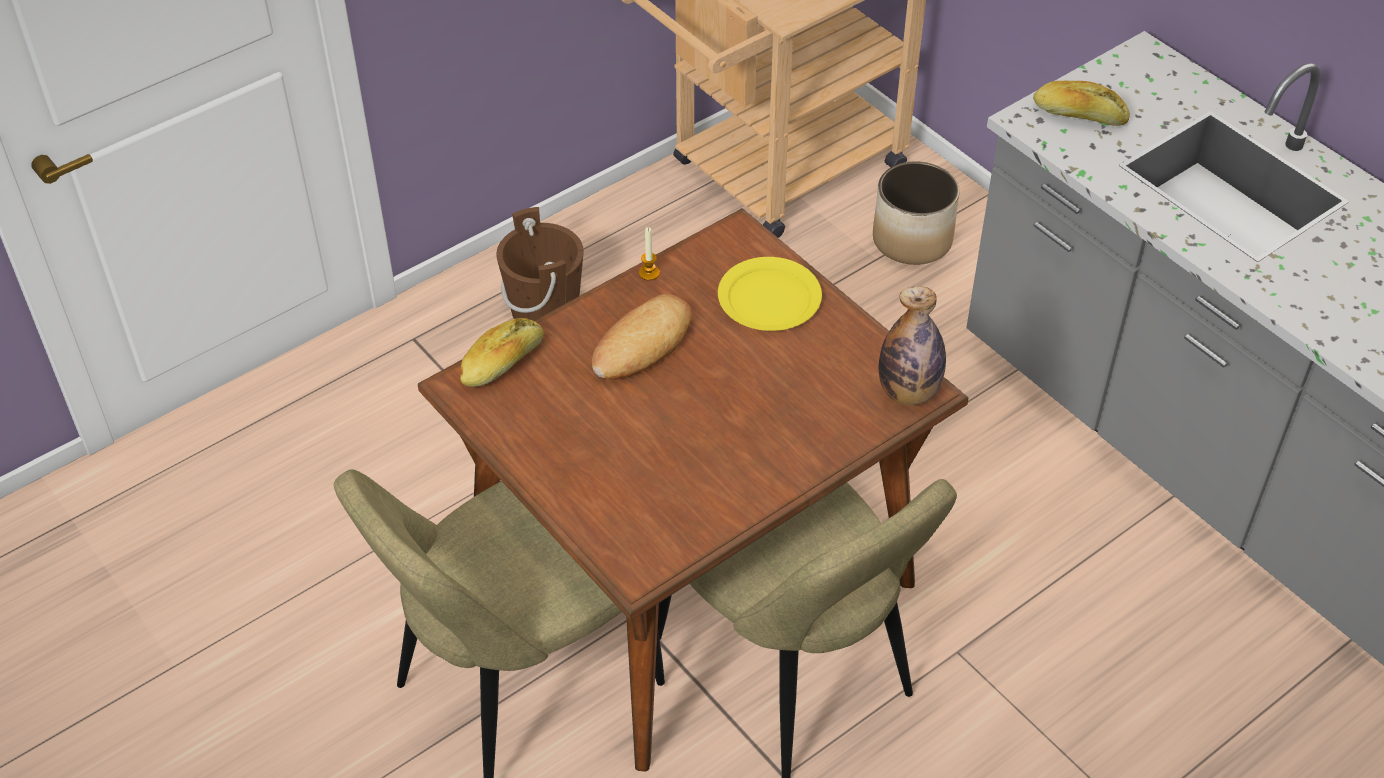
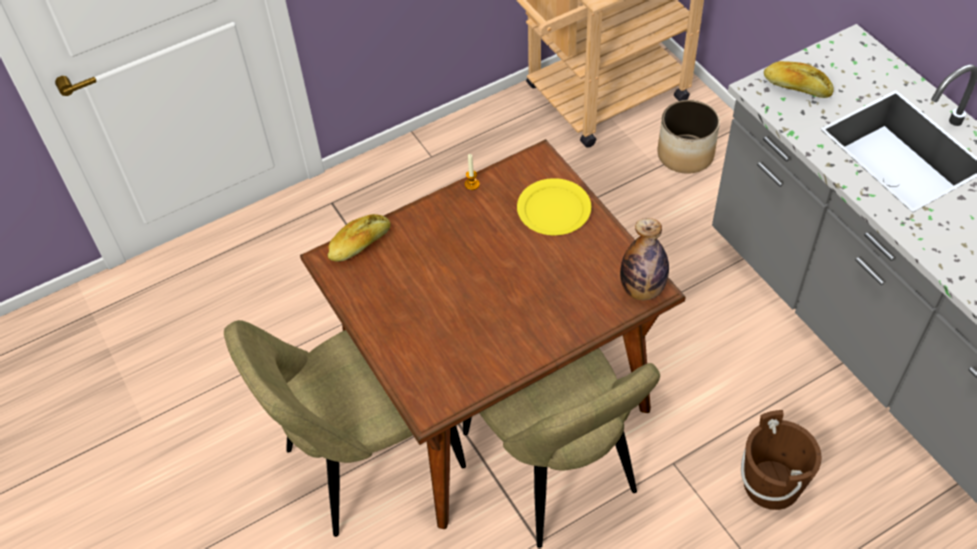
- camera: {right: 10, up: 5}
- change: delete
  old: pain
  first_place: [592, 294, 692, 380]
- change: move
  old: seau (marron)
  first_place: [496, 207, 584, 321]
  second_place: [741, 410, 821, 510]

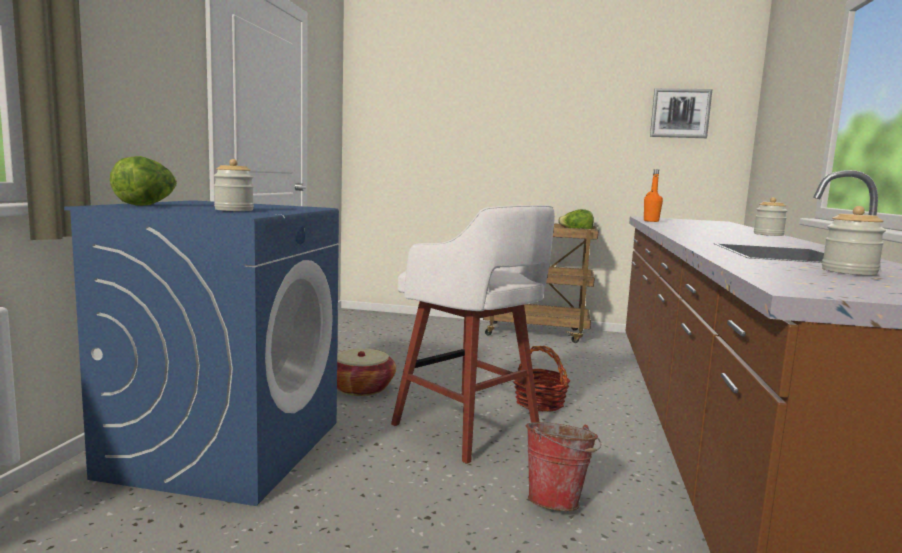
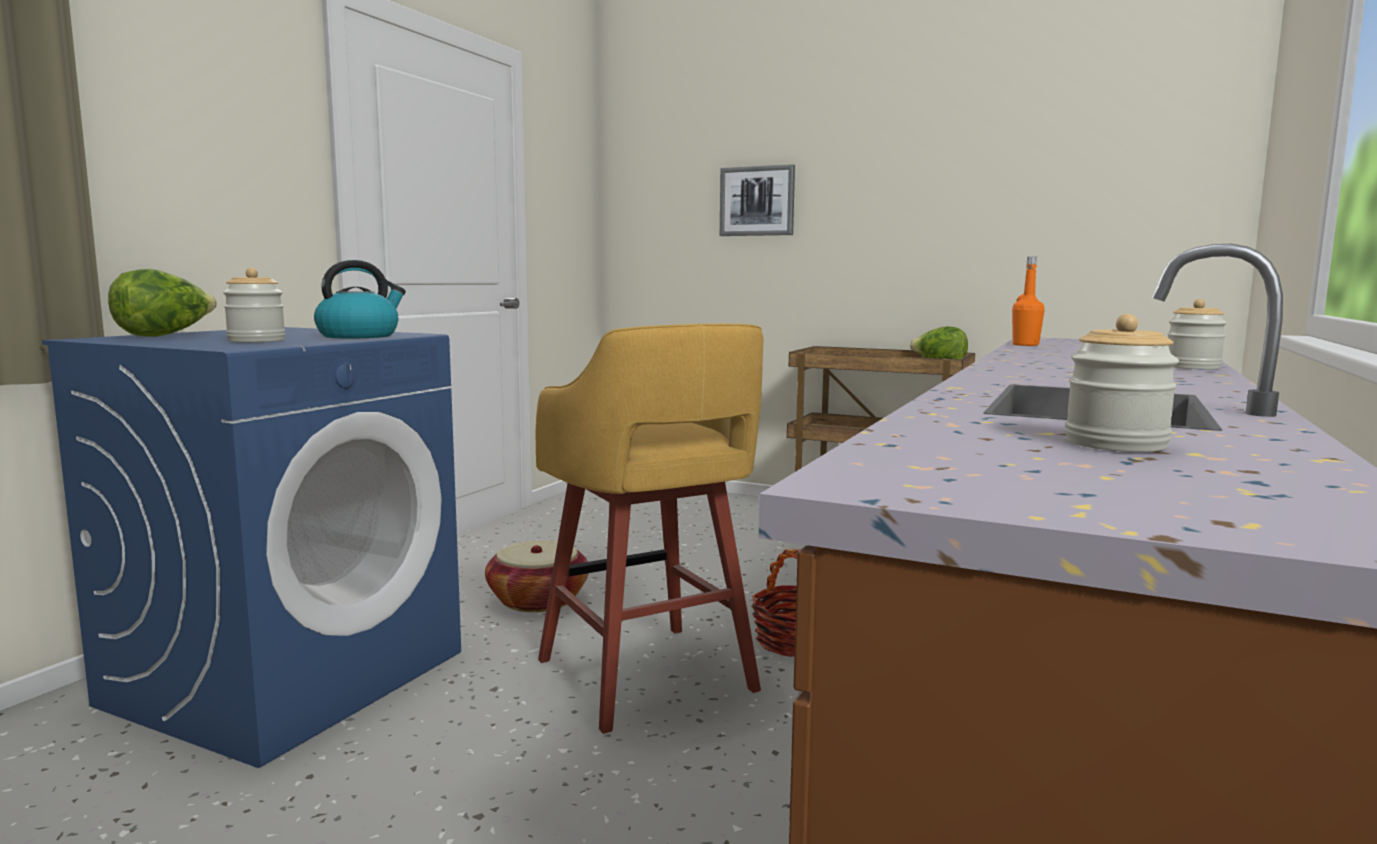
- camera: {right: 15, up: 0}
- change: delete
  old: seau
  first_place: [526, 422, 602, 511]
- change: insert
  new: bouilloire
  second_place: [314, 260, 406, 338]
- change: move
  old: tableau
  first_place: [650, 88, 712, 138]
  second_place: [720, 164, 795, 236]
- change: recolor
  old: tabouret (blanc)
  new: tabouret (jaune)
  first_place: [391, 205, 555, 464]
  second_place: [536, 324, 763, 734]

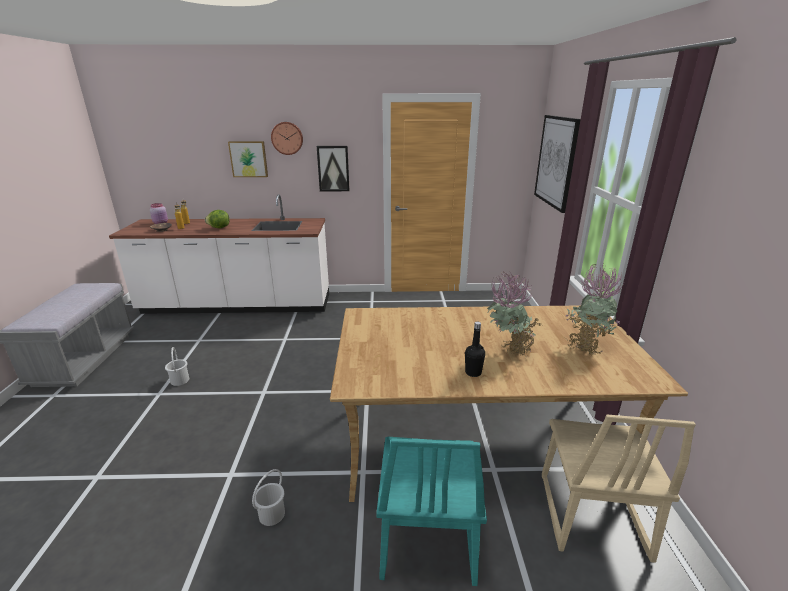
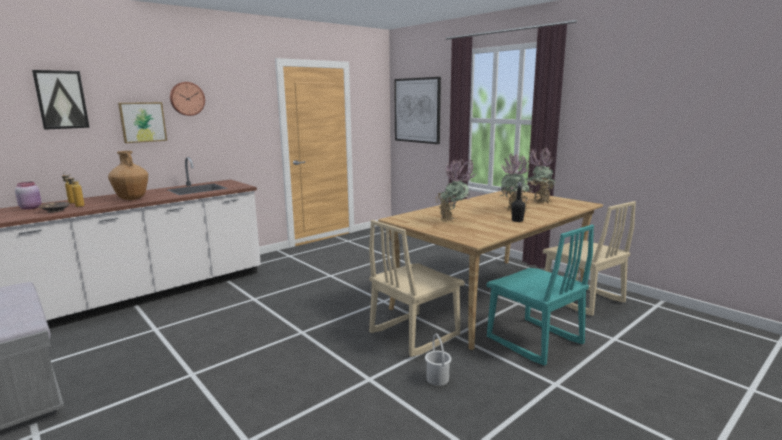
- camera: {right: -40, up: -10}
- change: delete
  old: seau (blanc)
  first_place: [165, 347, 189, 386]
- change: insert
  new: chaise (beige)
  second_place: [369, 220, 465, 357]
- change: insert
  new: plante en pot
  second_place: [436, 159, 476, 222]
- change: move
  old: tableau
  first_place: [317, 146, 350, 191]
  second_place: [32, 70, 90, 130]
- change: replace
  old: laitue
  new: vase (marron)
  first_place: [205, 210, 230, 228]
  second_place: [108, 151, 148, 200]

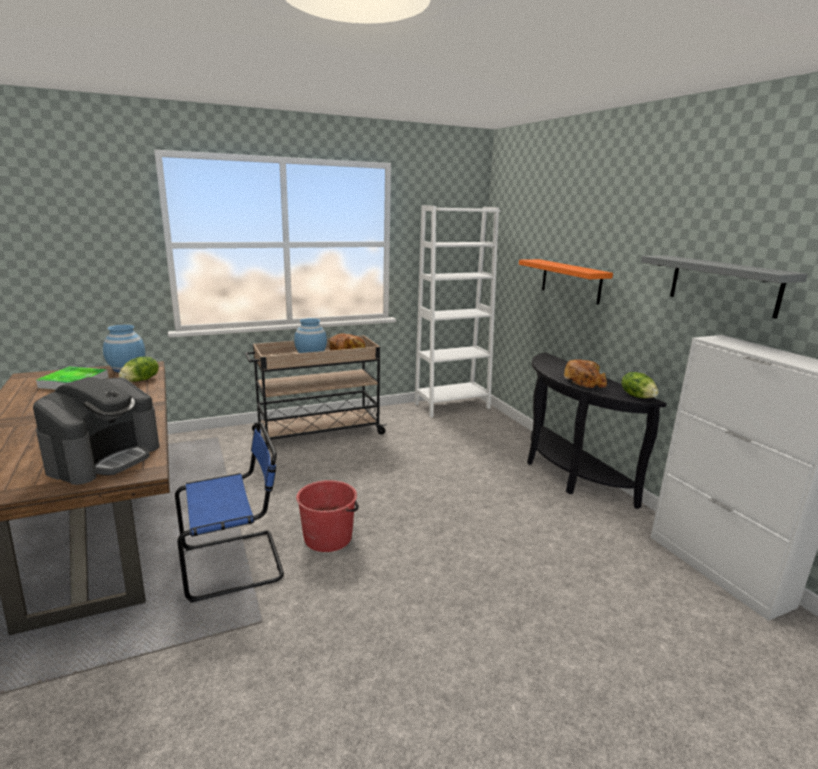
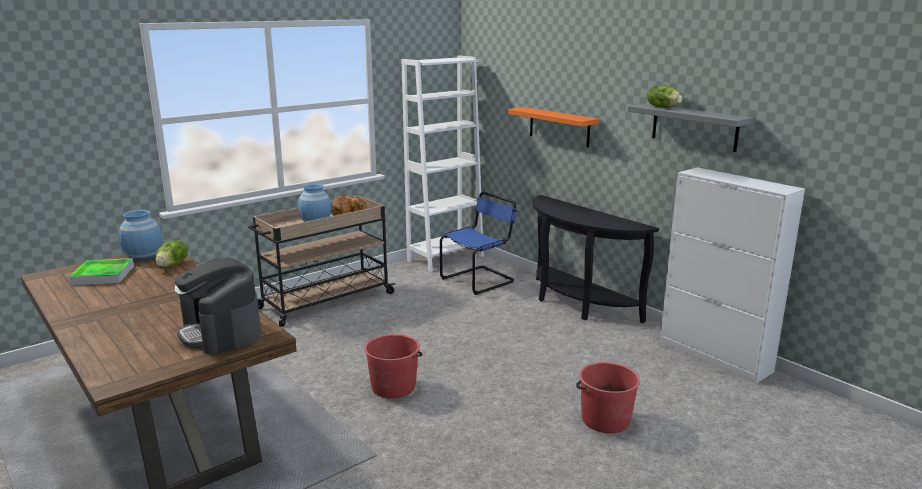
- camera: {right: -15, up: 0}
- change: delete
  old: pain
  first_place: [564, 359, 607, 388]
- change: insert
  new: seau (rouge)
  second_place: [576, 362, 640, 433]
- change: move
  old: chaise (bleu)
  first_place: [175, 422, 284, 603]
  second_place: [440, 192, 517, 295]
- change: move
  old: laitue
  first_place: [621, 372, 659, 398]
  second_place: [647, 85, 682, 108]
- change: rotate
  old: machine à café
  first_place: [33, 377, 160, 485]
  second_place: [175, 258, 261, 355]
  degrees: 135

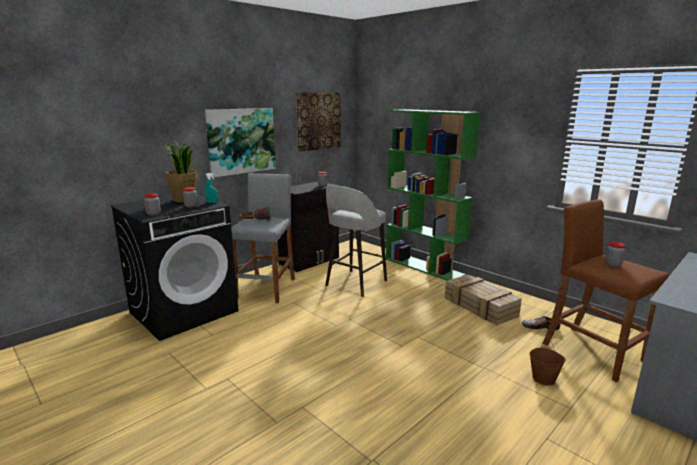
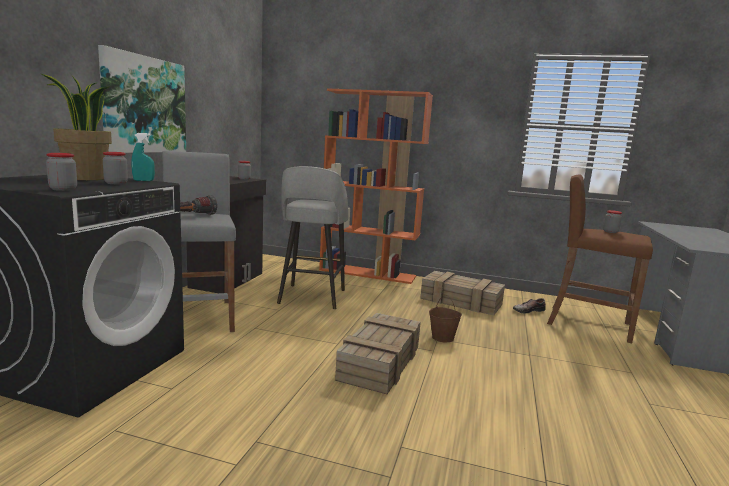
- camera: {right: -30, up: -5}
- change: delete
  old: tableau
  first_place: [296, 92, 341, 152]
- change: insert
  new: caisse
  second_place: [335, 313, 421, 394]
- change: move
  old: seau (marron)
  first_place: [530, 339, 566, 386]
  second_place: [429, 295, 462, 342]
- change: recolor
  old: bibliothèque (vert)
  new: bibliothèque (orange)
  first_place: [386, 109, 480, 281]
  second_place: [319, 88, 433, 284]

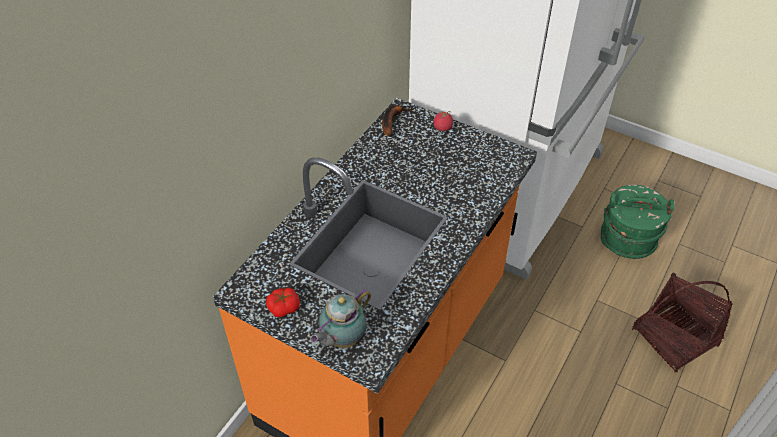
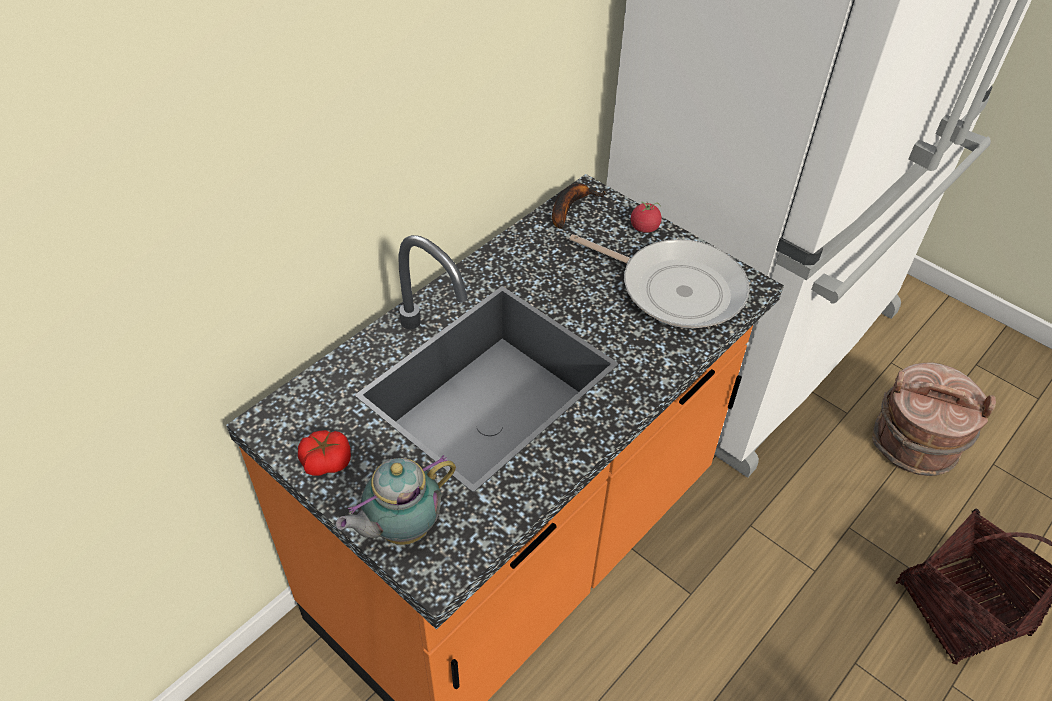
- camera: {right: 10, up: 0}
- change: insert
  new: poêle
  second_place: [569, 234, 750, 328]
- change: recolor
  old: seau (vert)
  new: seau (marron)
  first_place: [601, 184, 674, 259]
  second_place: [872, 362, 996, 476]

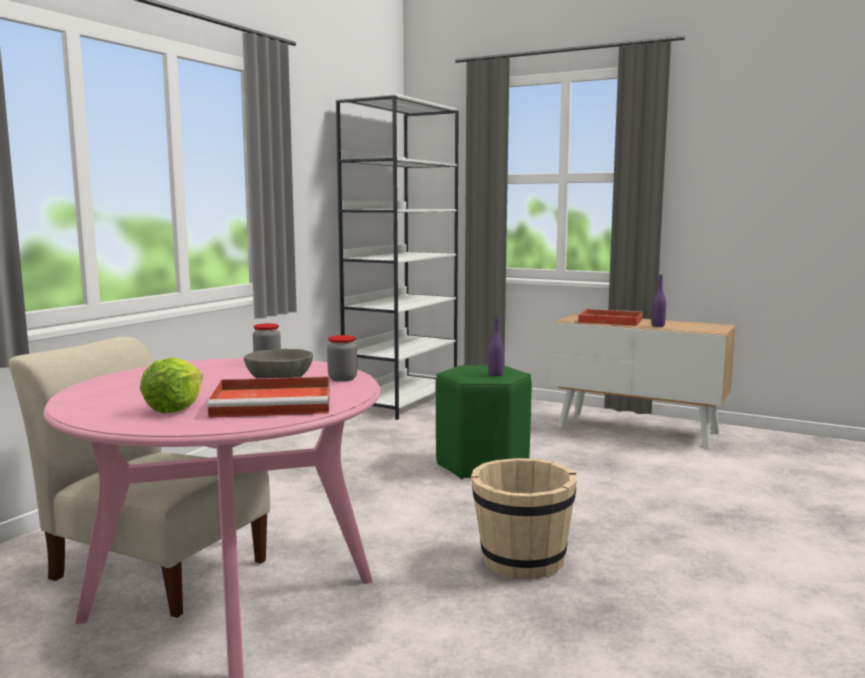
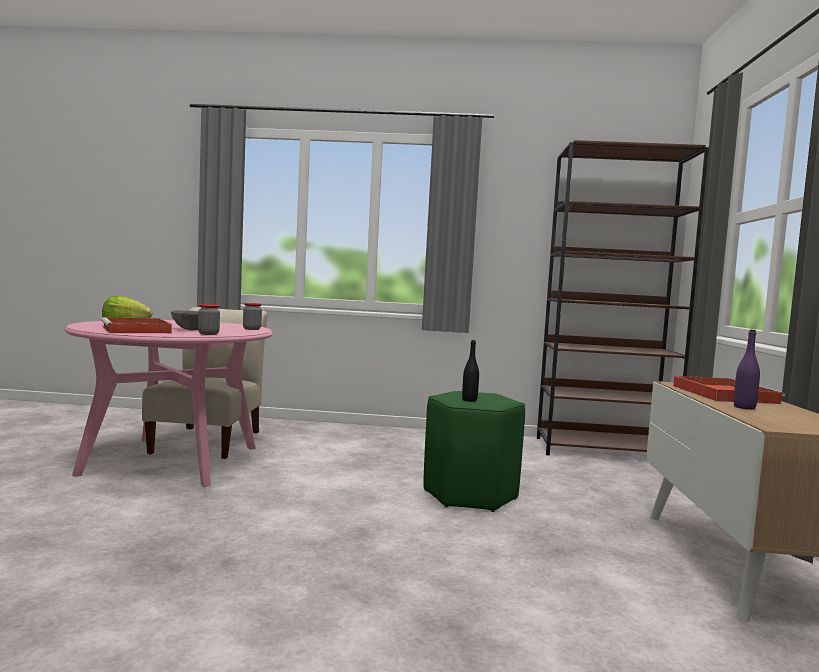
- camera: {right: 65, up: -5}
- change: delete
  old: seau (beige)
  first_place: [471, 458, 577, 579]
- change: recolor
  old: bibliothèque (blanc)
  new: bibliothèque (marron)
  first_place: [336, 94, 459, 420]
  second_place: [537, 140, 709, 455]
- change: recolor
  old: bouteille (violet)
  new: bouteille (noir)
  first_place: [488, 316, 504, 376]
  second_place: [462, 340, 479, 402]

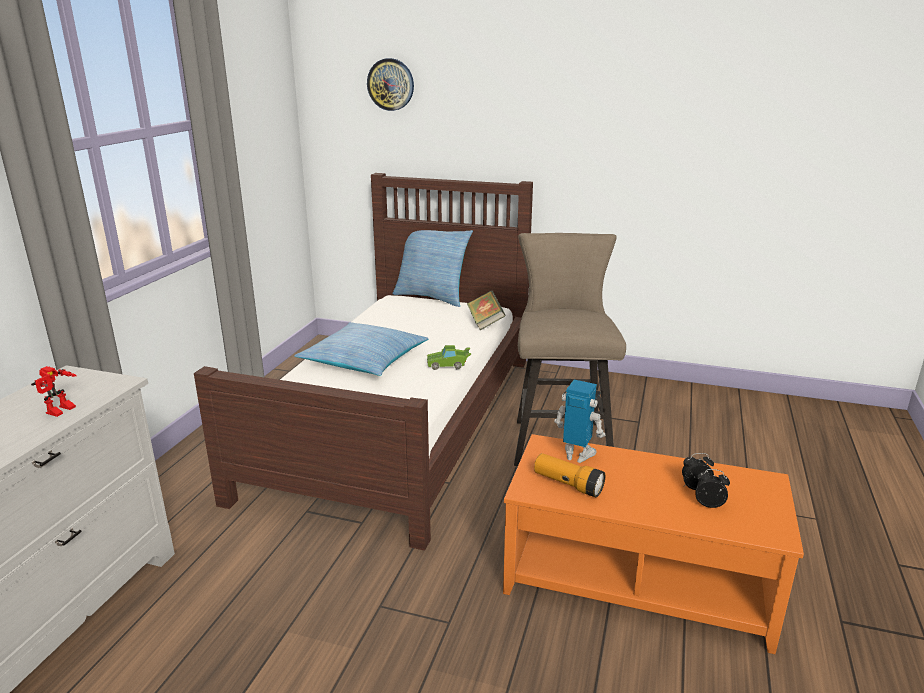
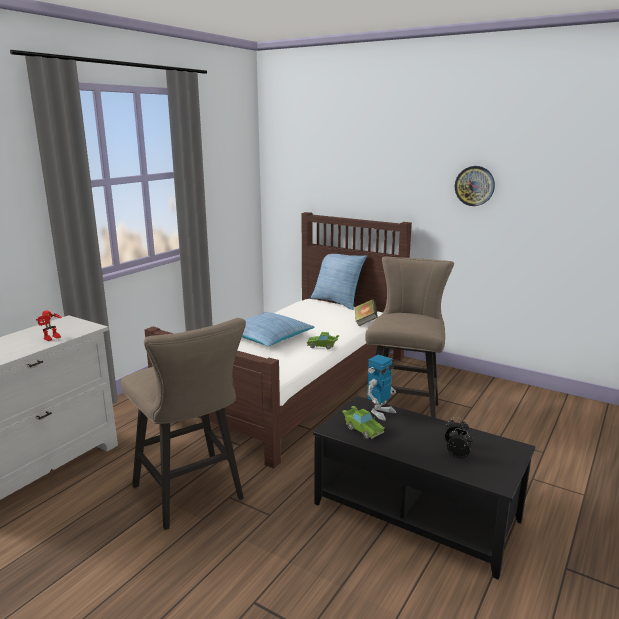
- camera: {right: 15, up: -5}
- change: insert
  new: tabouret (beige)
  second_place: [121, 318, 246, 530]
- change: move
  old: horloge murale
  first_place: [367, 58, 414, 111]
  second_place: [455, 166, 495, 206]
- change: replace
  old: lampe de poche
  new: petite voiture (vert)
  first_place: [534, 453, 605, 497]
  second_place: [342, 406, 385, 439]
- change: recolor
  old: table basse (orange)
  new: table basse (noir)
  first_place: [503, 434, 804, 654]
  second_place: [313, 396, 535, 580]
- change: rotate
  old: robot jouet
  first_place: [554, 380, 605, 463]
  second_place: [367, 355, 396, 420]
  degrees: 90

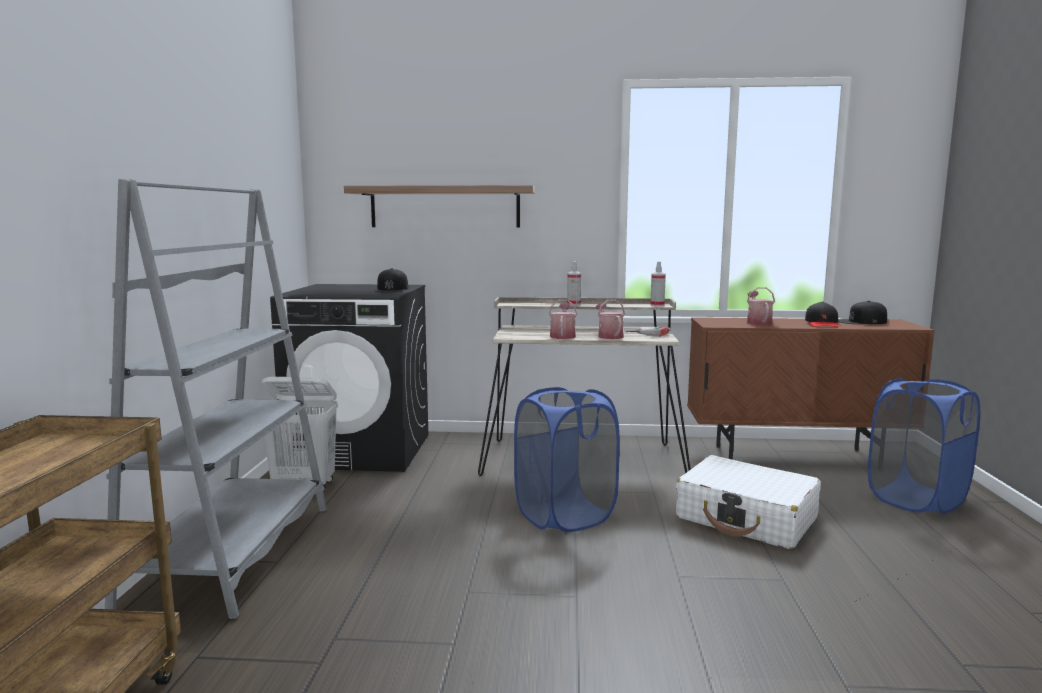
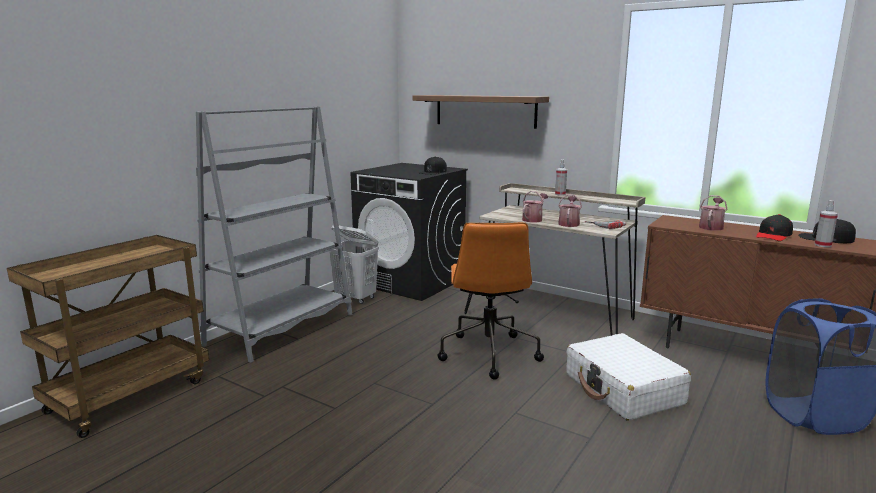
- camera: {right: 30, up: 5}
- change: move
  old: vaporisateur
  first_place: [650, 262, 666, 307]
  second_place: [815, 200, 838, 247]
- change: replace
  old: panier à linge (bleu)
  new: chaise de bureau (orange)
  first_place: [514, 387, 620, 532]
  second_place: [437, 222, 544, 380]

